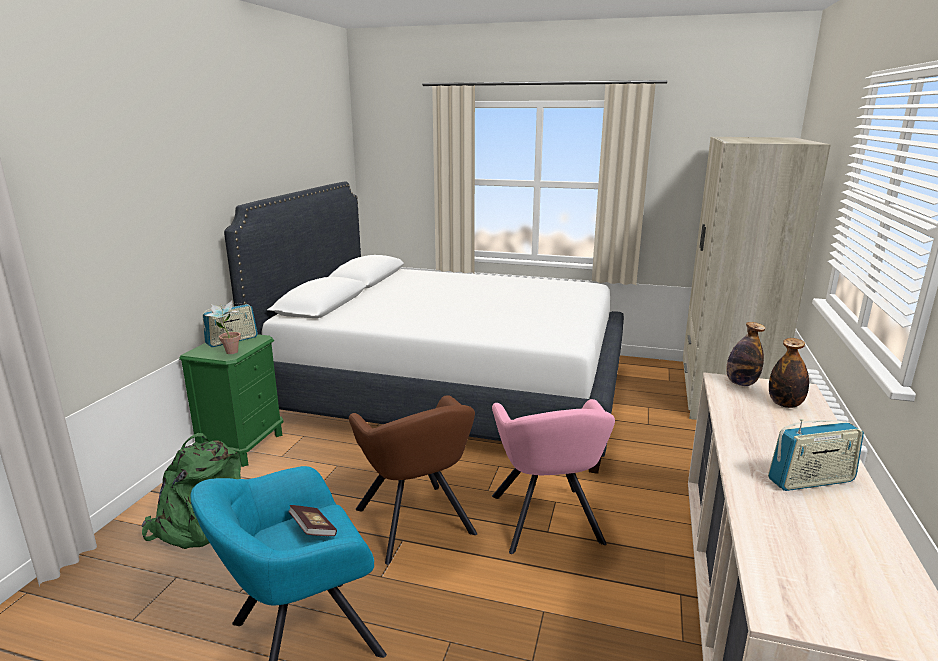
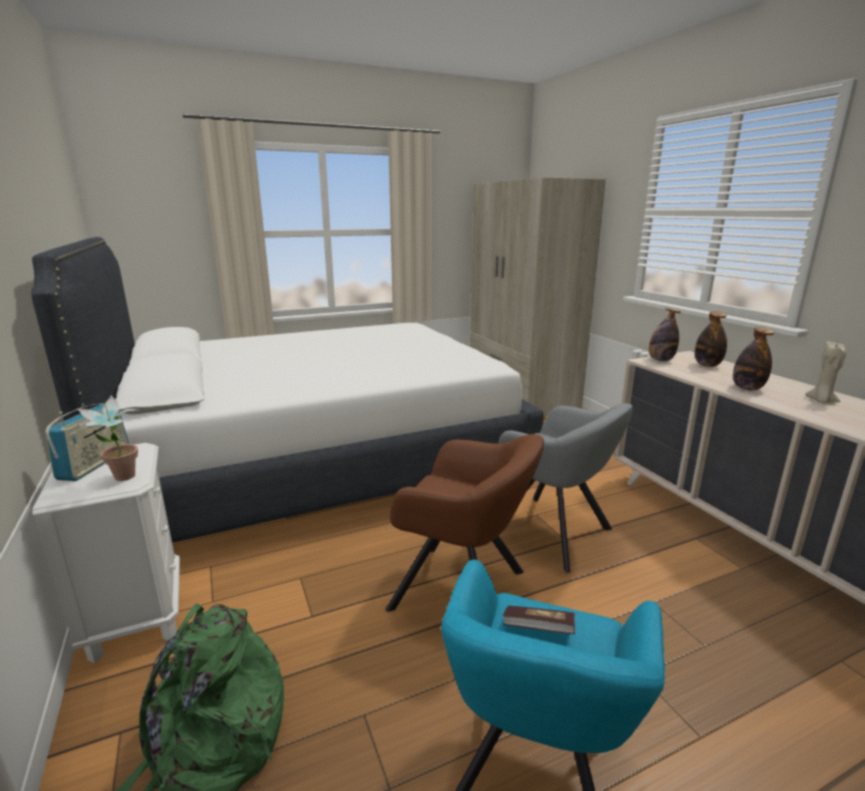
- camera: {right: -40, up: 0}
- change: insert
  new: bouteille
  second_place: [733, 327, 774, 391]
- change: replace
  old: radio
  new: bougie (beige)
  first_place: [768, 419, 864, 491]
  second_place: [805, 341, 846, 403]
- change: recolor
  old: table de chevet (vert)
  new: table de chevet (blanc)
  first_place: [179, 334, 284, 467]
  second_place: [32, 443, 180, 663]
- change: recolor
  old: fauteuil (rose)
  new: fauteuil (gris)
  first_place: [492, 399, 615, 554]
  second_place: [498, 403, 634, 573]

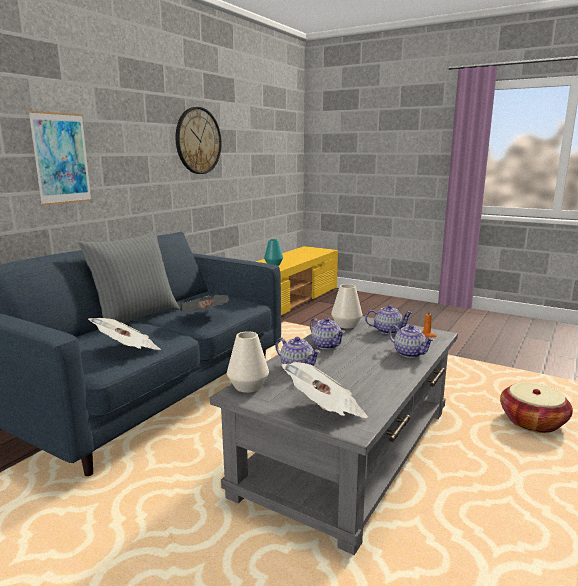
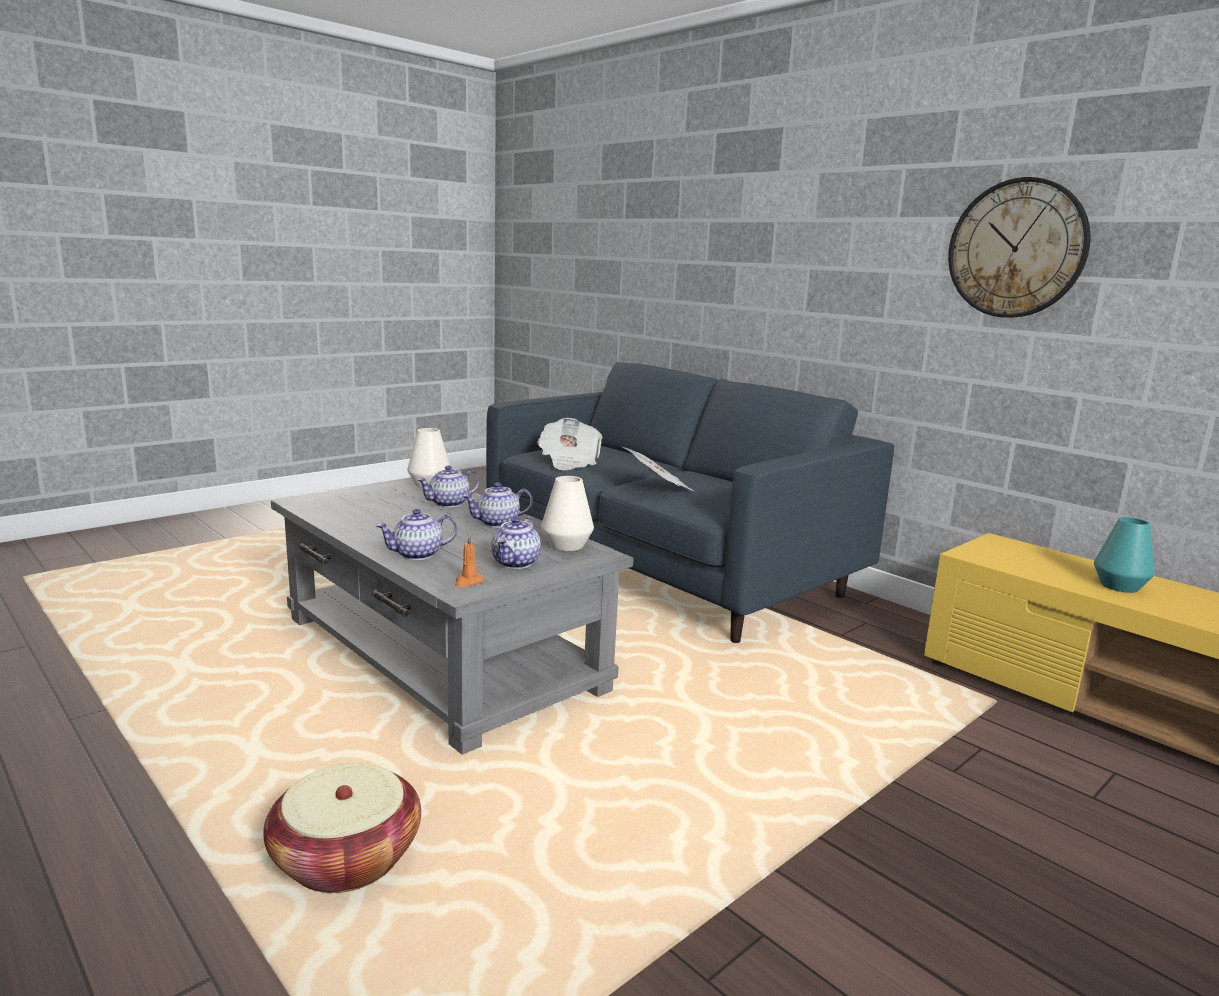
- camera: {right: 105, up: 0}
- change: delete
  old: tableau
  first_place: [28, 111, 92, 205]
- change: delete
  old: coussin (gris)
  first_place: [79, 231, 179, 324]
- change: delete
  old: journal
  first_place: [282, 362, 368, 418]

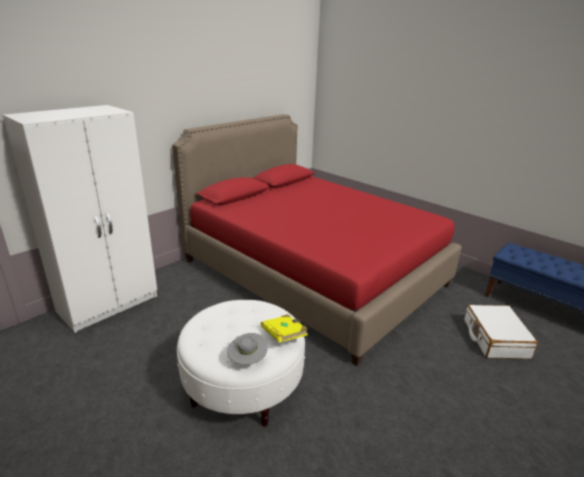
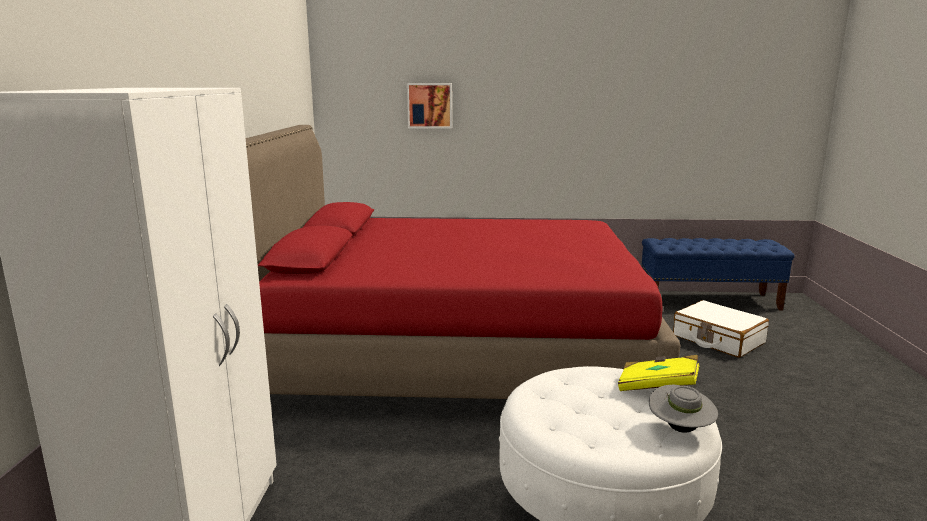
- camera: {right: -40, up: -10}
- change: insert
  new: tableau
  second_place: [407, 83, 452, 129]

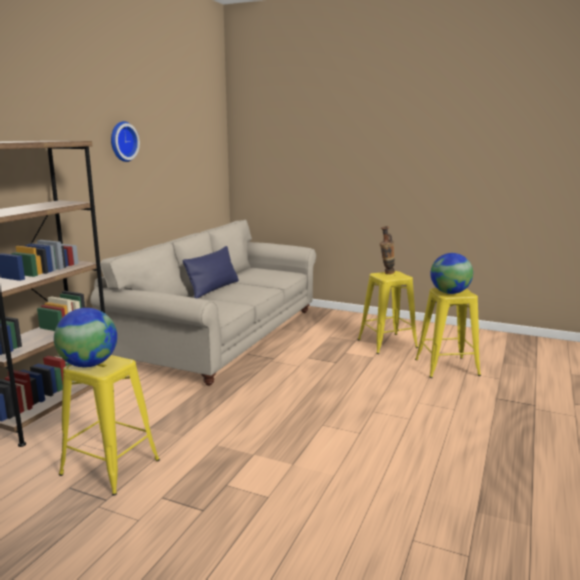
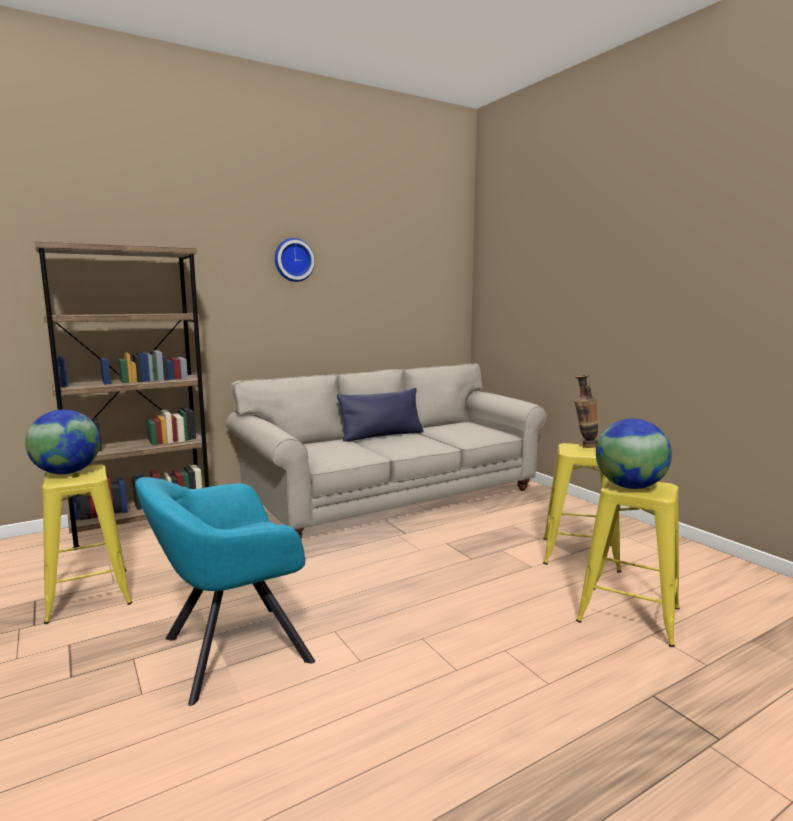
- camera: {right: 35, up: -5}
- change: insert
  new: fauteuil (turquoise)
  second_place: [135, 477, 315, 706]

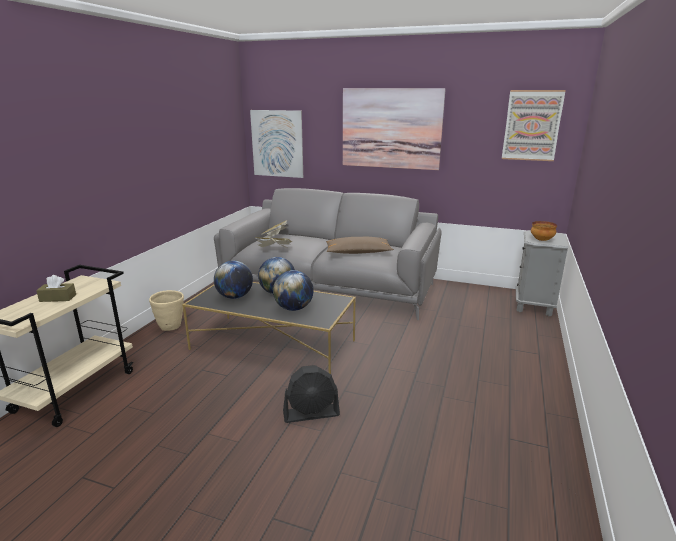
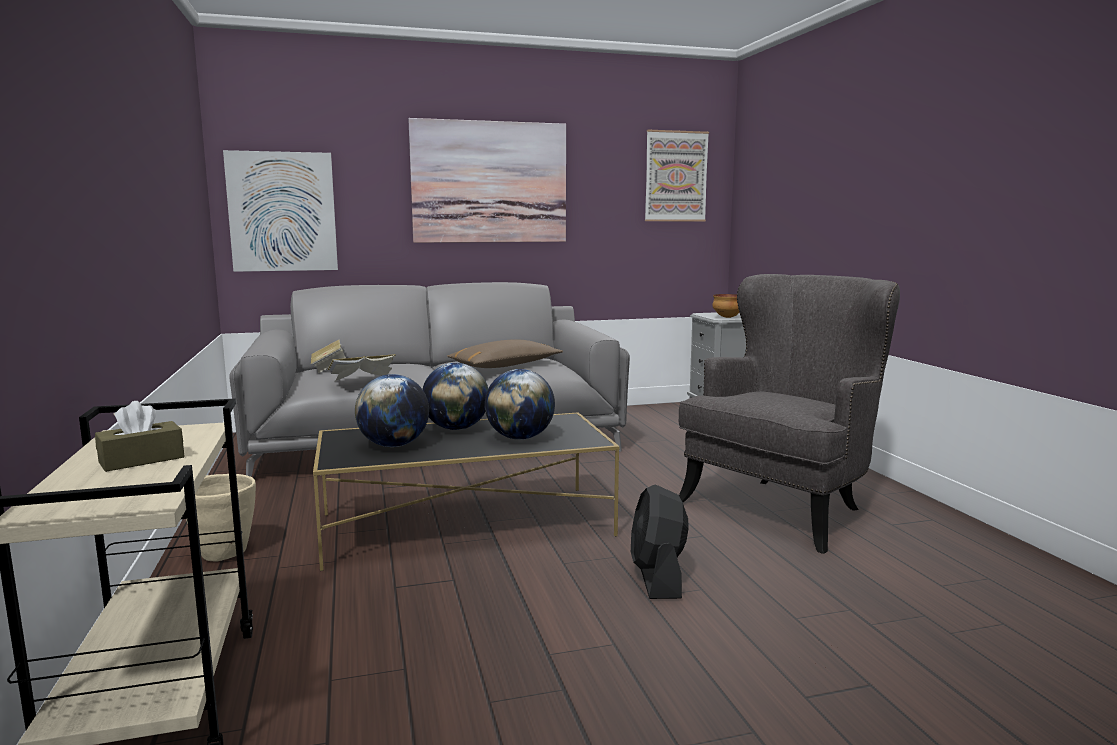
- camera: {right: -35, up: -10}
- change: insert
  new: fauteuil (gris)
  second_place: [679, 274, 900, 554]
- change: rotate
  old: ventilateur (noir)
  first_place: [283, 365, 340, 423]
  second_place: [631, 484, 688, 599]
  degrees: 135

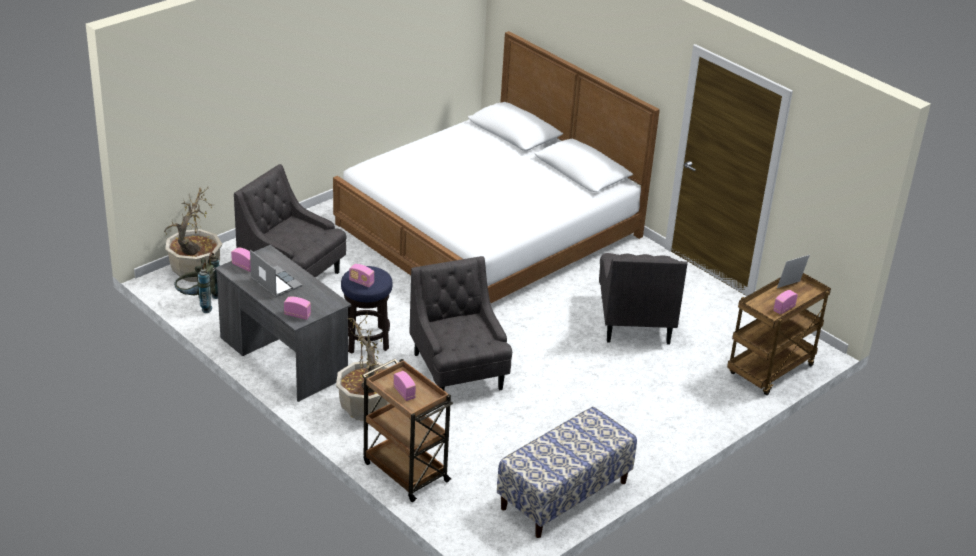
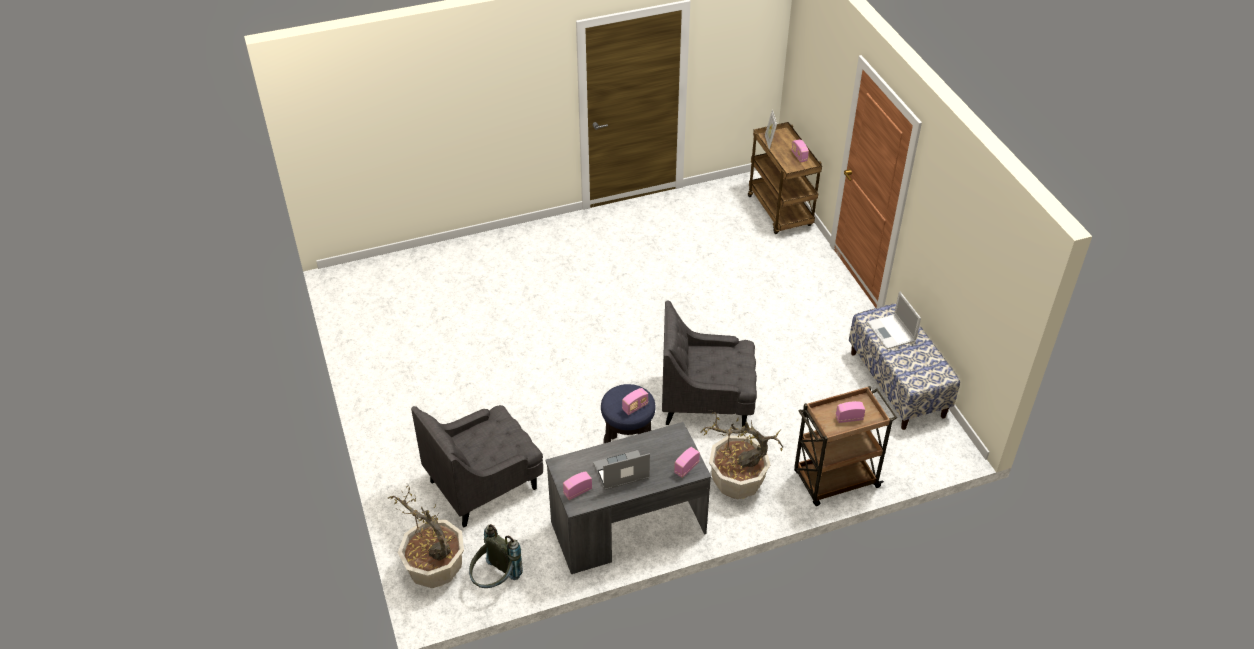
- camera: {right: -65, up: 10}
- change: delete
  old: lit (blanc)
  first_place: [333, 31, 660, 303]
- change: delete
  old: fauteuil (gris)
  first_place: [599, 253, 688, 345]
- change: insert
  new: ordinateur portable
  second_place: [867, 292, 921, 350]

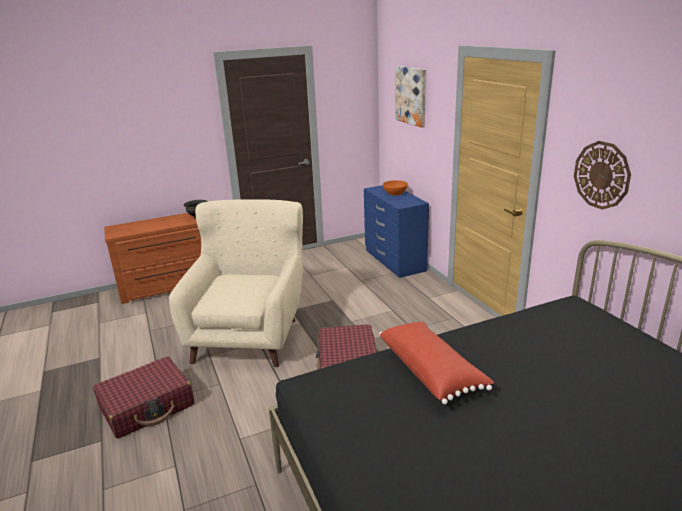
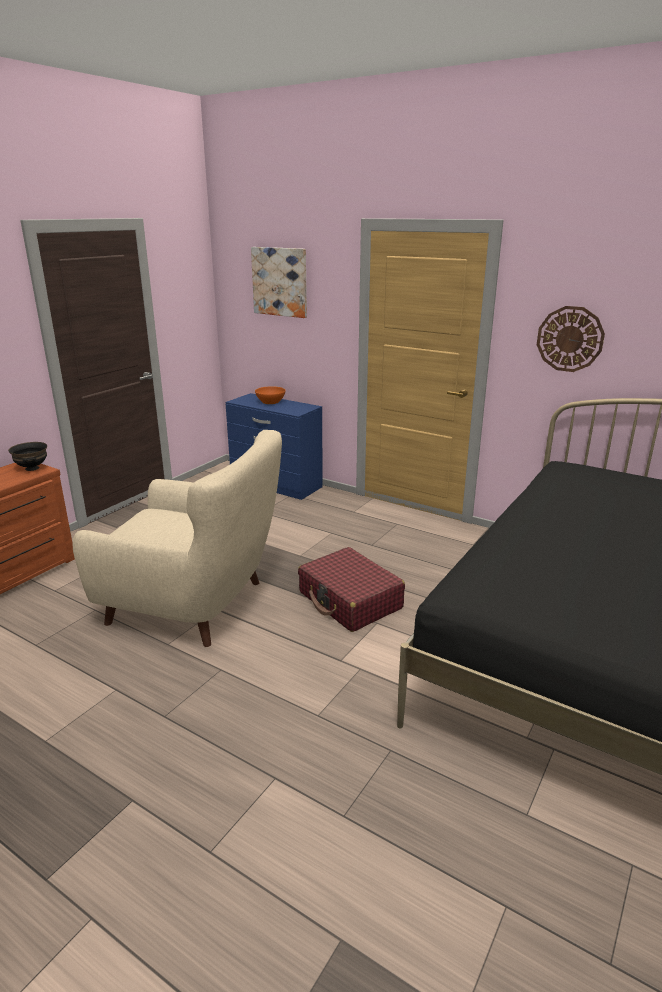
- camera: {right: -35, up: 0}
- change: delete
  old: valise (rouge)
  first_place: [93, 356, 195, 439]
- change: delete
  old: coussin (rouge)
  first_place: [379, 322, 494, 404]
- change: rotate
  old: fauteuil (beige)
  first_place: [169, 199, 303, 367]
  second_place: [72, 430, 282, 647]
  degrees: 135

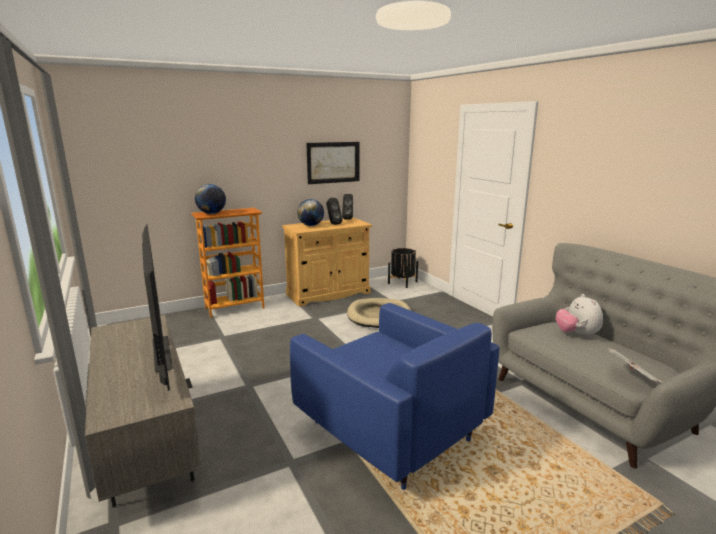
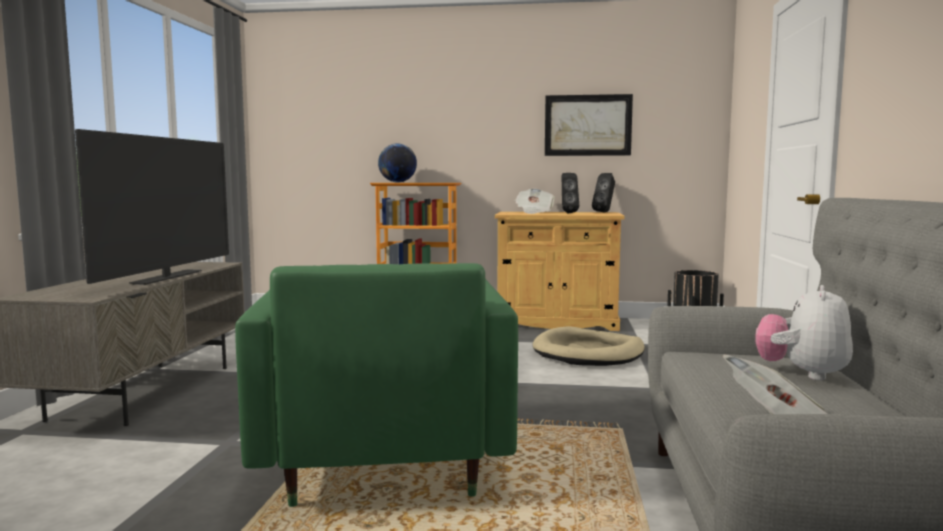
- camera: {right: 35, up: -10}
- change: replace
  old: globe
  new: journal
  first_place: [297, 199, 324, 226]
  second_place: [515, 188, 555, 214]
- change: recolor
  old: fauteuil (bleu)
  new: fauteuil (vert)
  first_place: [290, 303, 500, 490]
  second_place: [235, 263, 518, 507]

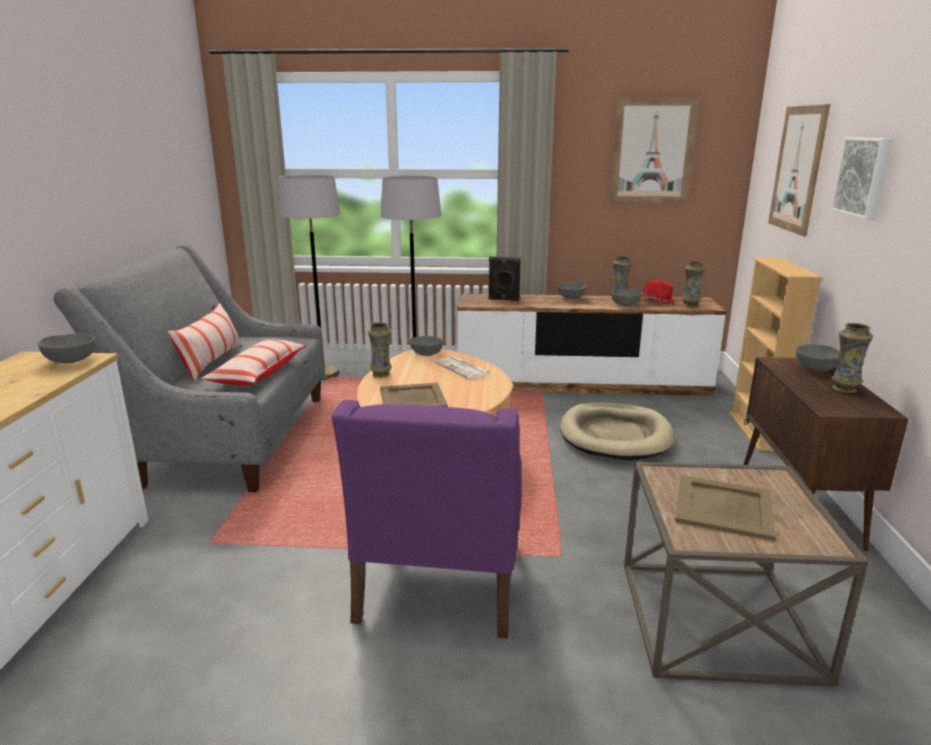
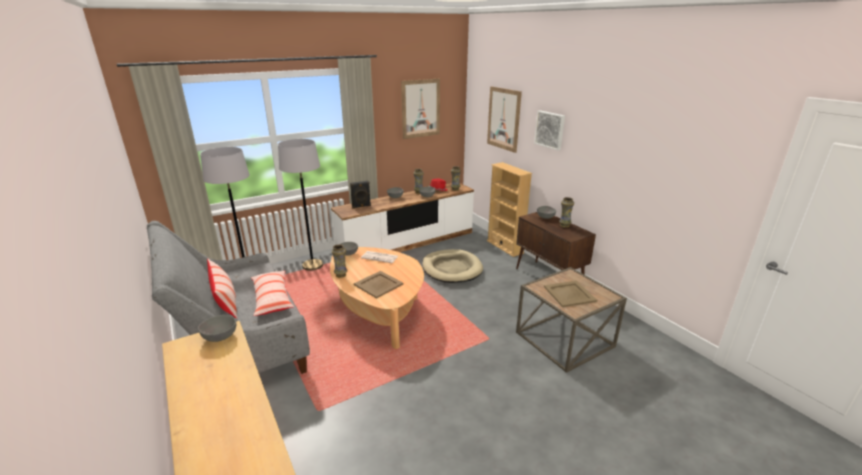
- camera: {right: -35, up: 5}
- change: delete
  old: fauteuil (violet)
  first_place: [331, 400, 522, 638]

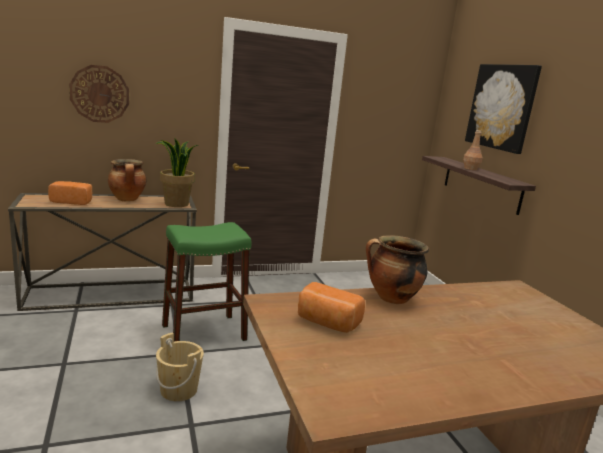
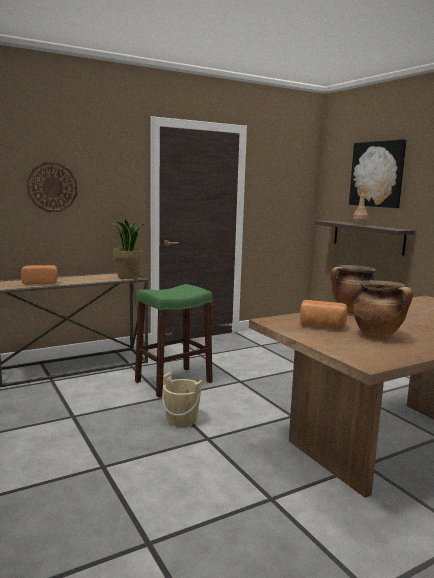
- camera: {right: -10, up: -5}
- change: move
  old: marmite
  first_place: [108, 159, 146, 201]
  second_place: [353, 280, 413, 340]

